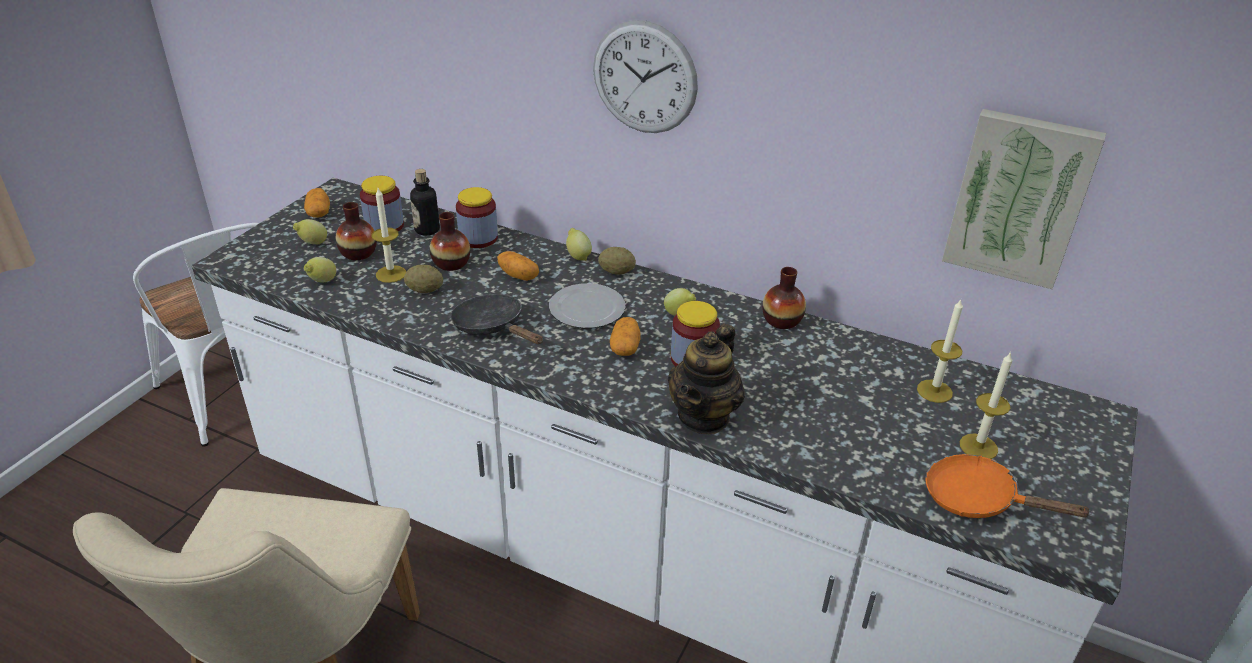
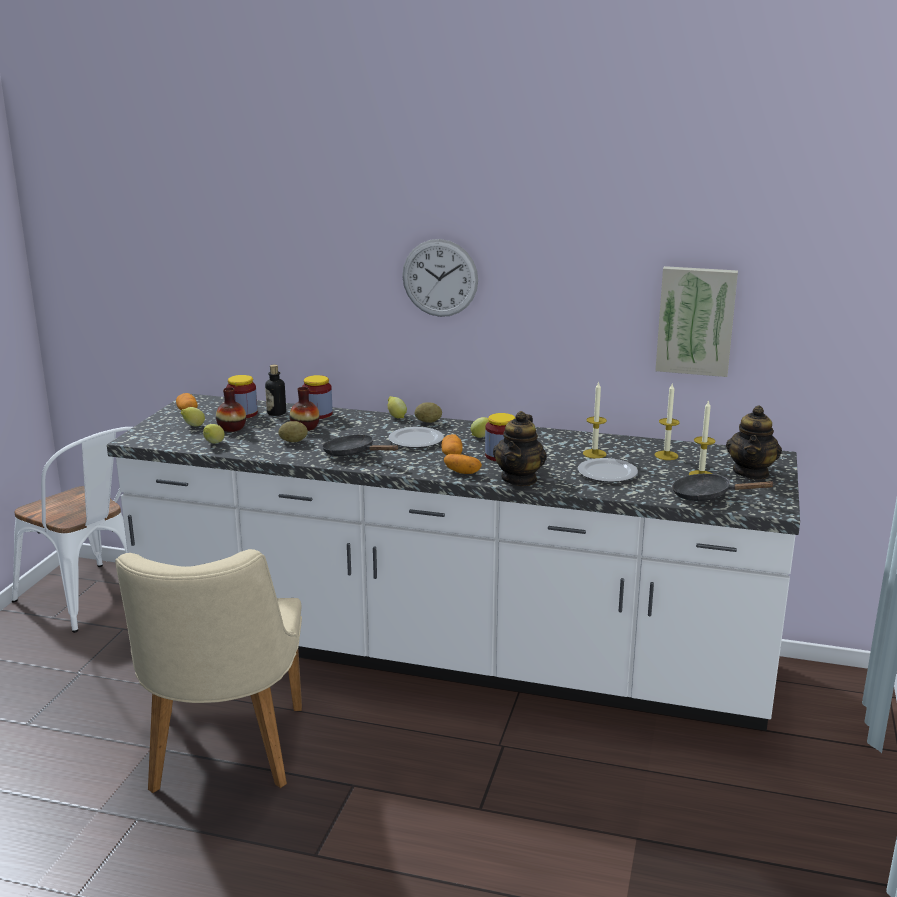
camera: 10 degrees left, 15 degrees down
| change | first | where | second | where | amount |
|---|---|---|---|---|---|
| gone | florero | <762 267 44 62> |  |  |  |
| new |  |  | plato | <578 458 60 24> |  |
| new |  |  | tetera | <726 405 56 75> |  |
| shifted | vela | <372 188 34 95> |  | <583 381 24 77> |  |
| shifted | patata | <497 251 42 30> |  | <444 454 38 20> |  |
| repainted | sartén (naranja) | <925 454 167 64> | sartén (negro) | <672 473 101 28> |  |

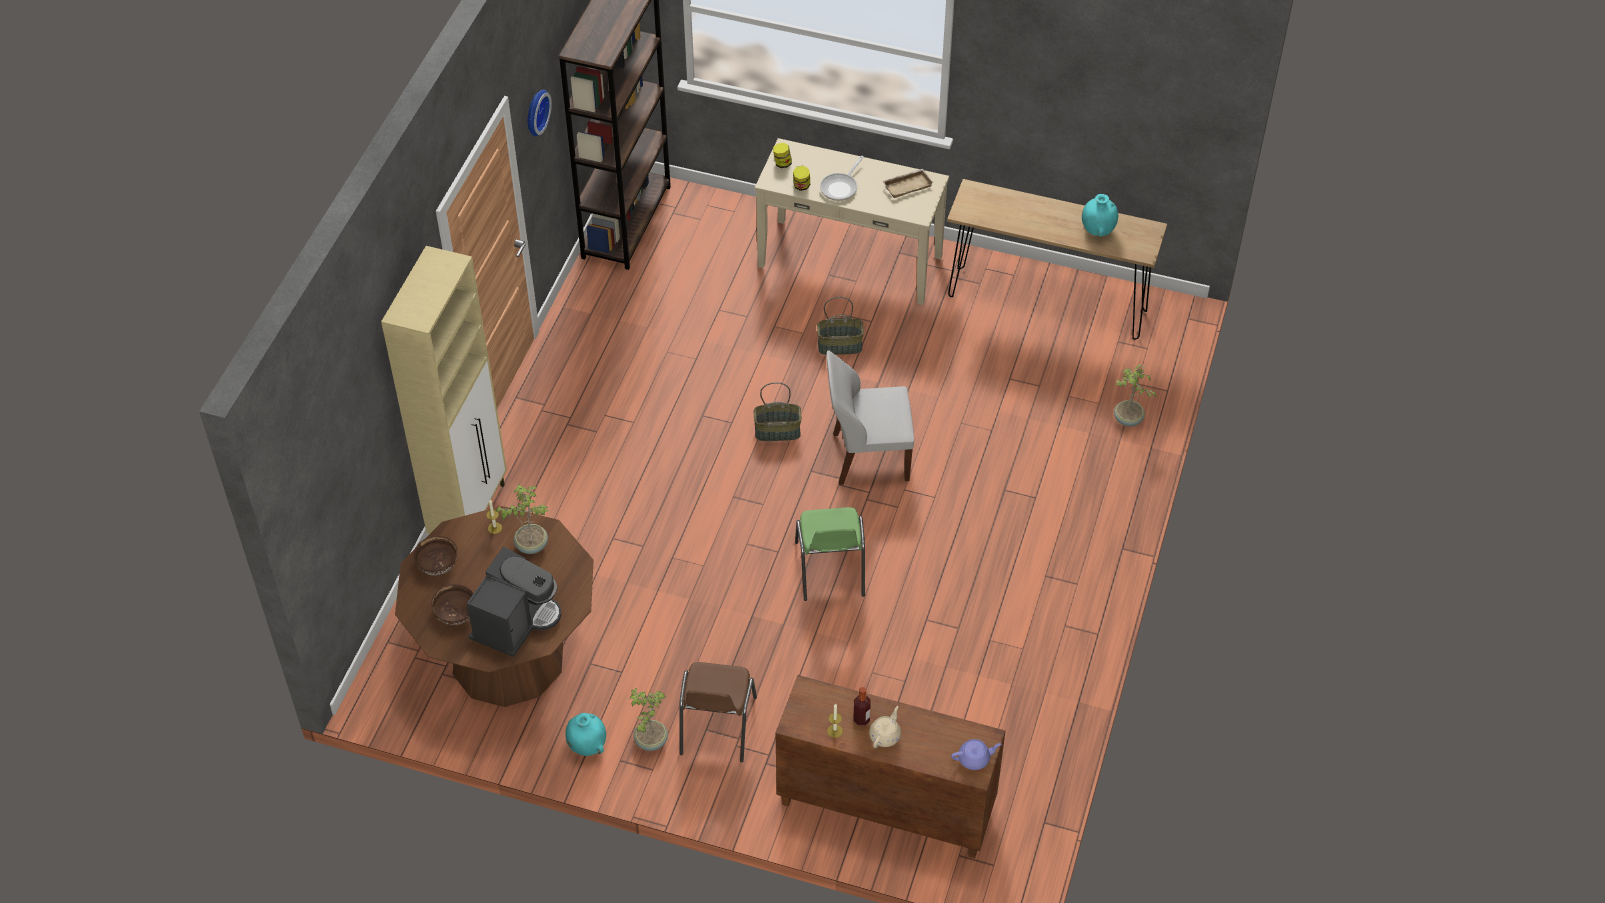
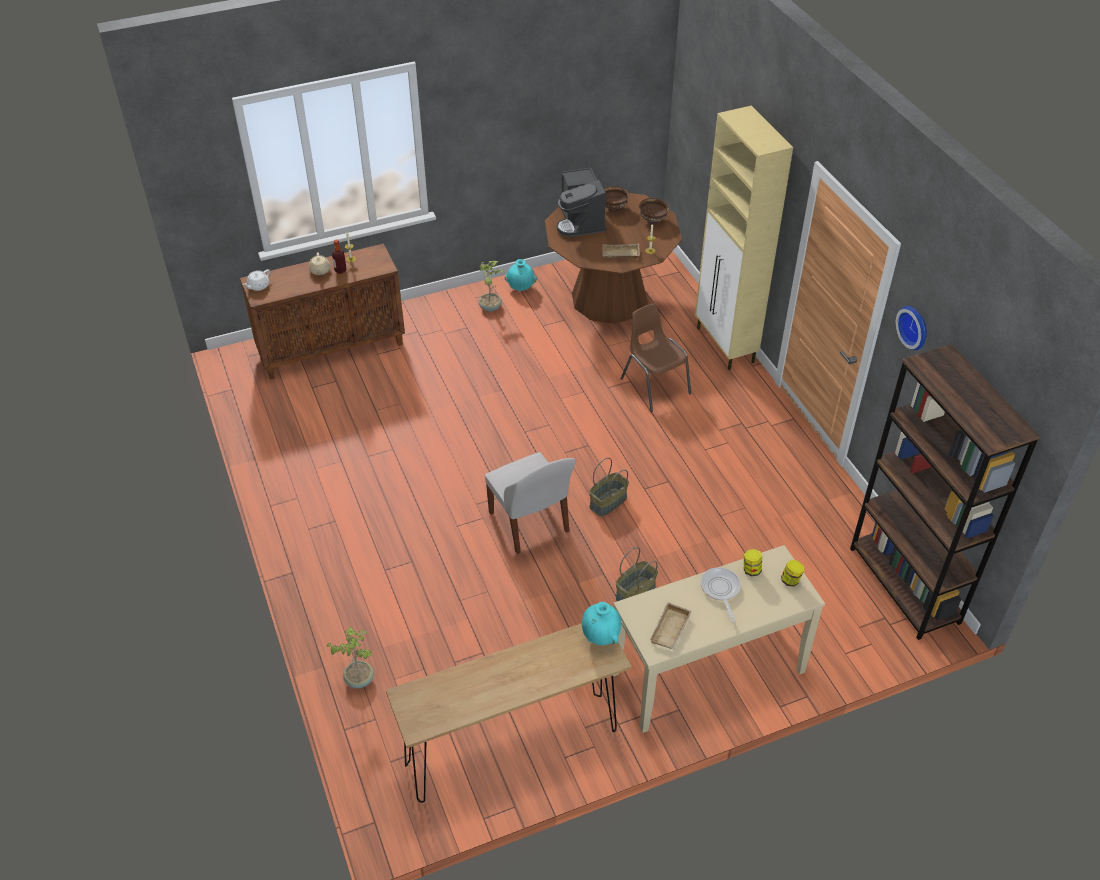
camera: 140 degrees right, 5 degrees down
| change | first | where | second | where | amount |
|---|---|---|---|---|---|
| gone | silla (verde) | <795 507 70 94> |  |  |  |
| shifted | silla (marrón) | <679 662 78 100> |  | <620 304 71 108> |  |
| shifted | florero (turquesa) | <1082 194 36 42> |  | <582 602 39 43> |  |
| swapped | planta en maceta | <496 484 52 70> | bandeja (beis) | <602 244 38 14> |  |
| repainted | tetera (morado) | <951 739 50 31> | tetera (blanco) | <242 269 28 22> |  |
| rotated | silla (blanco) | <826 351 88 134> |  | <485 452 91 102> | 105 degrees clockwise |

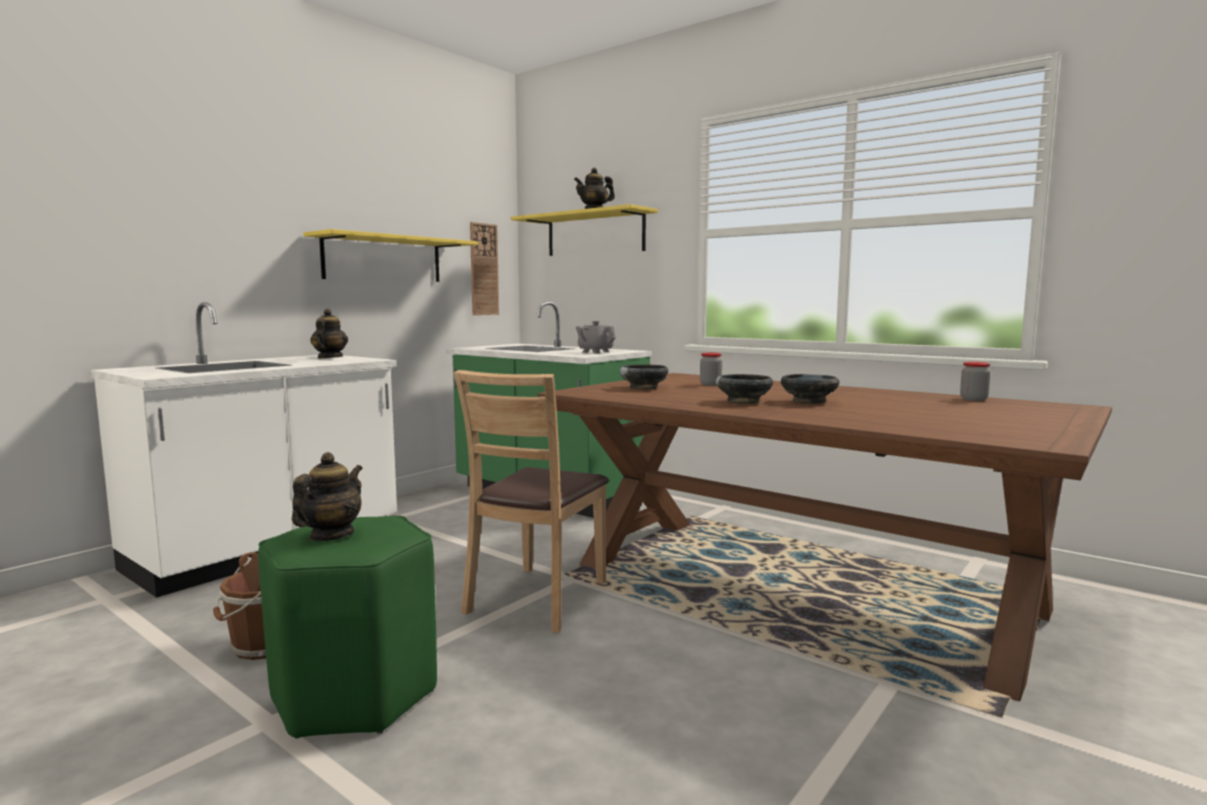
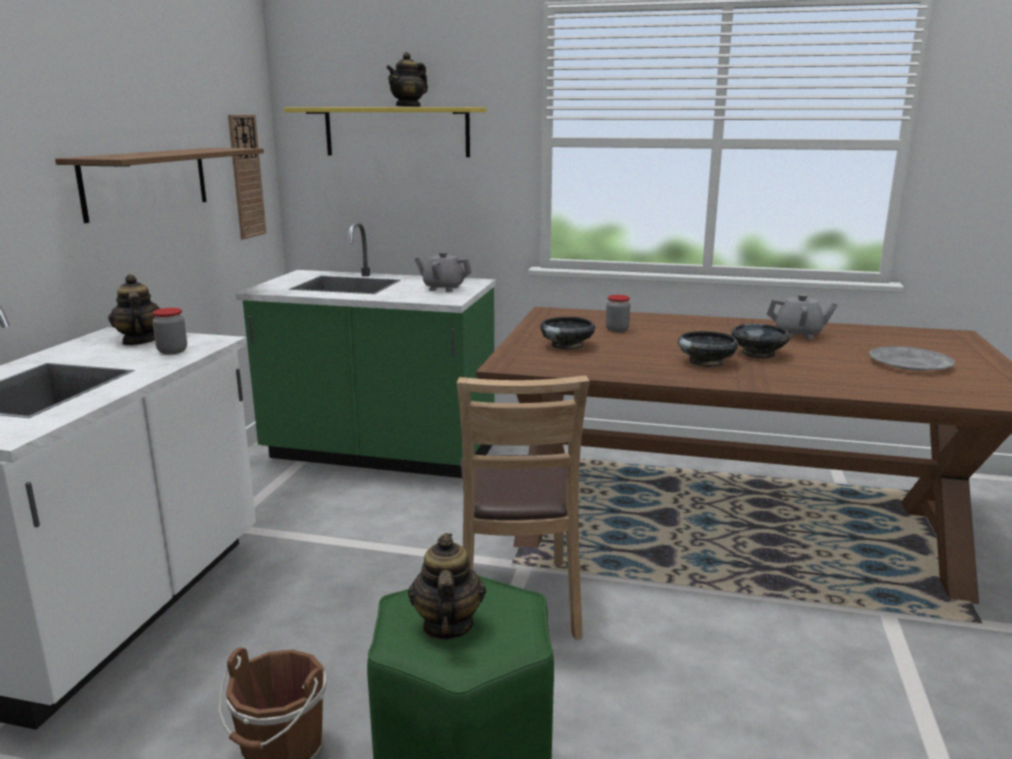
camera: 25 degrees left, 10 degrees up
| change | first | where | second | where | amount |
|---|---|---|---|---|---|
| new |  |  | tetera (gris) | <767 294 71 45> |  |
| new |  |  | plato (gris) | <870 346 85 25> |  |
| shifted | tarro | <960 362 31 39> |  | <152 308 35 46> |  |
| repainted | estante (amarillo) | <303 229 175 53> | estante (marrón) | <55 148 209 75> |  |

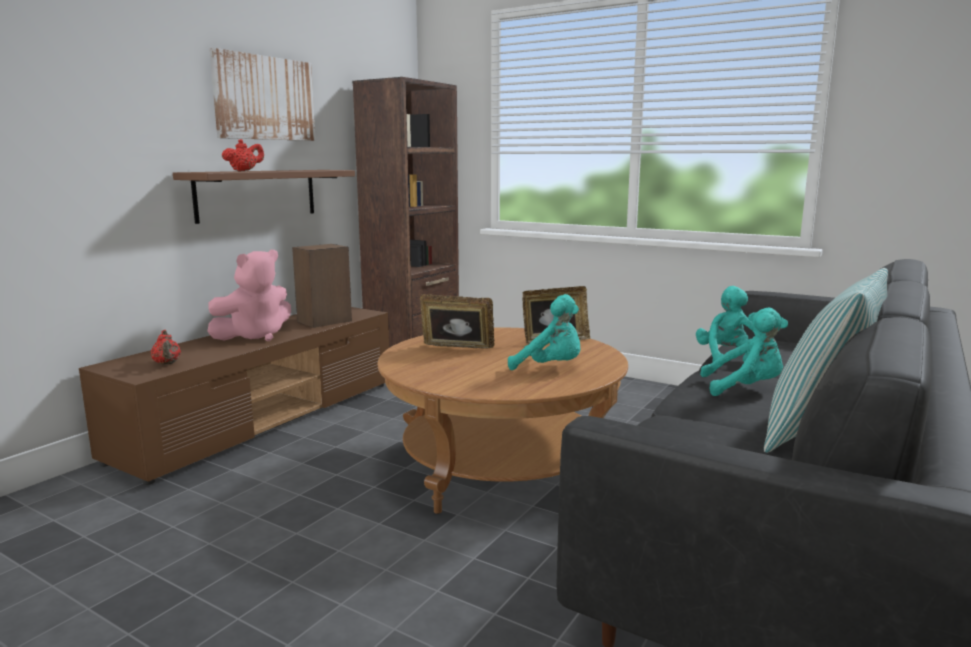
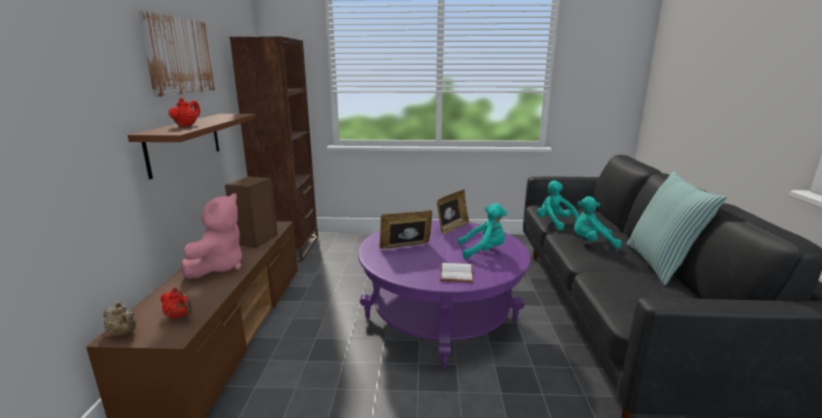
camera: 30 degrees left, 5 degrees up
| change | first | where | second | where | amount |
|---|---|---|---|---|---|
| new |  |  | tetera (beis) | <103 302 34 34> |  |
| new |  |  | libro (blanco) | <440 263 33 19> |  |
| repainted | mesa de centro (marrón) | <377 327 251 187> | mesa de centro (morado) | <358 220 173 149> |  |
| rotated | peluche (turquesa) | <700 308 88 88> |  | <574 196 48 52> | 150 degrees counterclockwise |

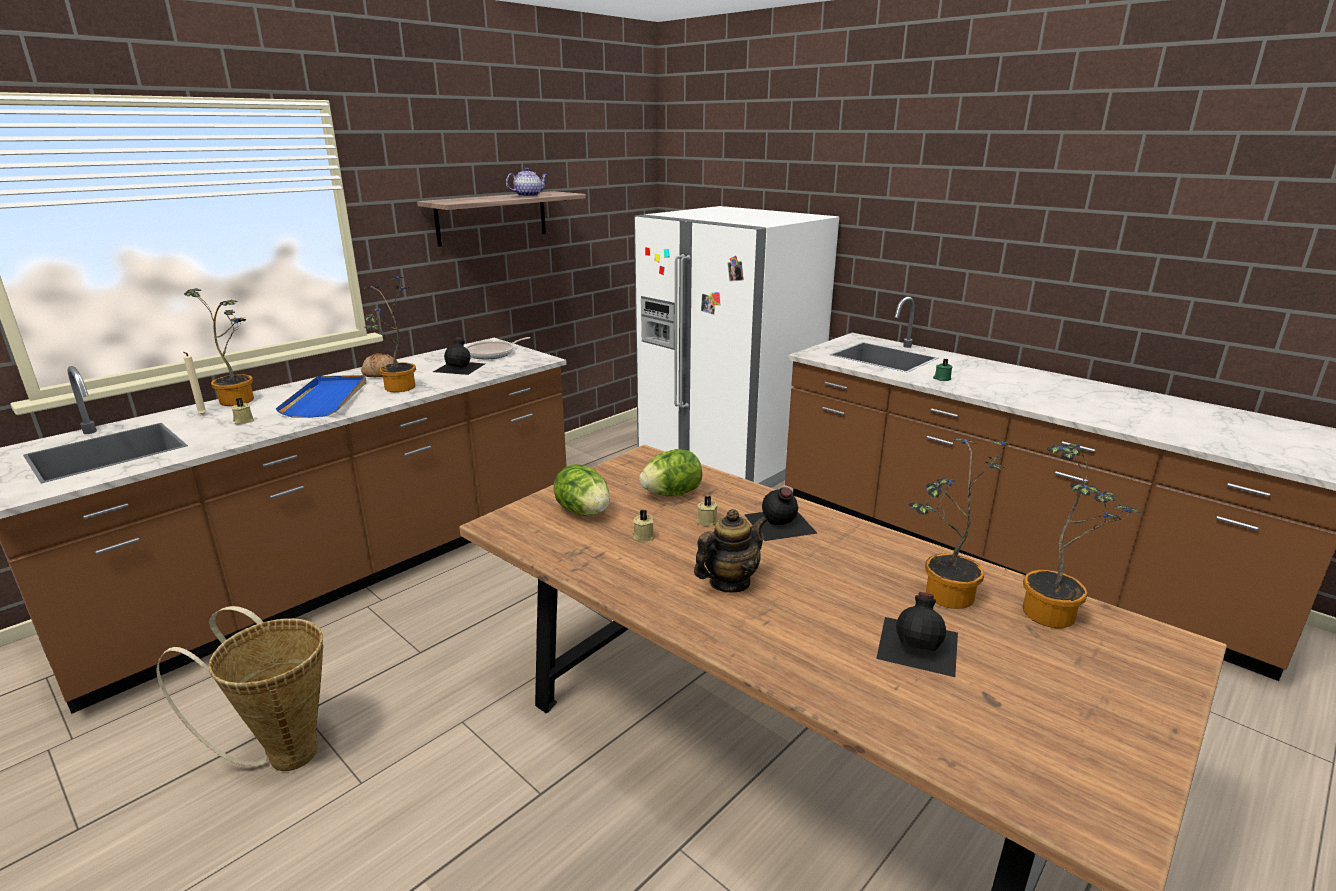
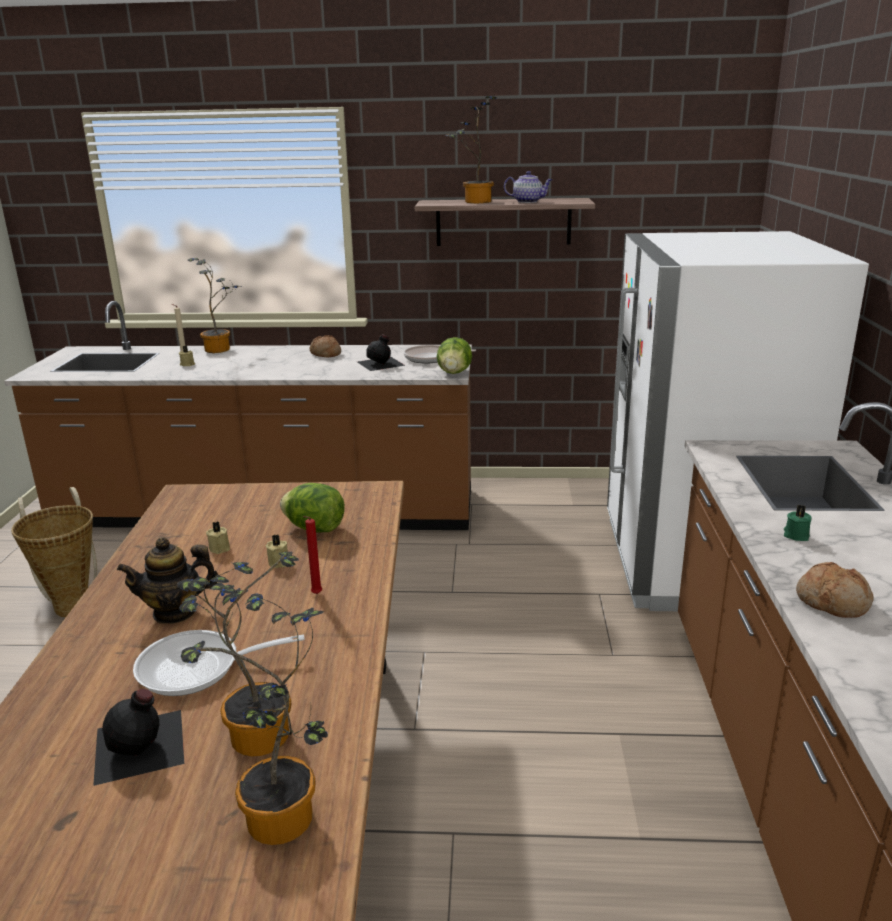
camera: 50 degrees right, 0 degrees up
| change | first | where | second | where | amount |
|---|---|---|---|---|---|
| gone | bandeja (azul) | <275 375 91 43> |  |  |  |
| new |  |  | sartén | <133 630 171 66> |  |
| new |  |  | pan | <796 562 78 56> |  |
| shifted | planta en maceta | <364 277 52 115> |  | <445 96 52 107> |  |
| shifted | lechuga | <553 464 57 52> |  | <437 337 35 37> |  |
| swapped | botella (negro) | <744 487 74 54> | vela (rojo) | <303 516 19 78> |  |
| rotated | tetera | <694 509 73 83> |  | <117 537 101 87> | 150 degrees clockwise |

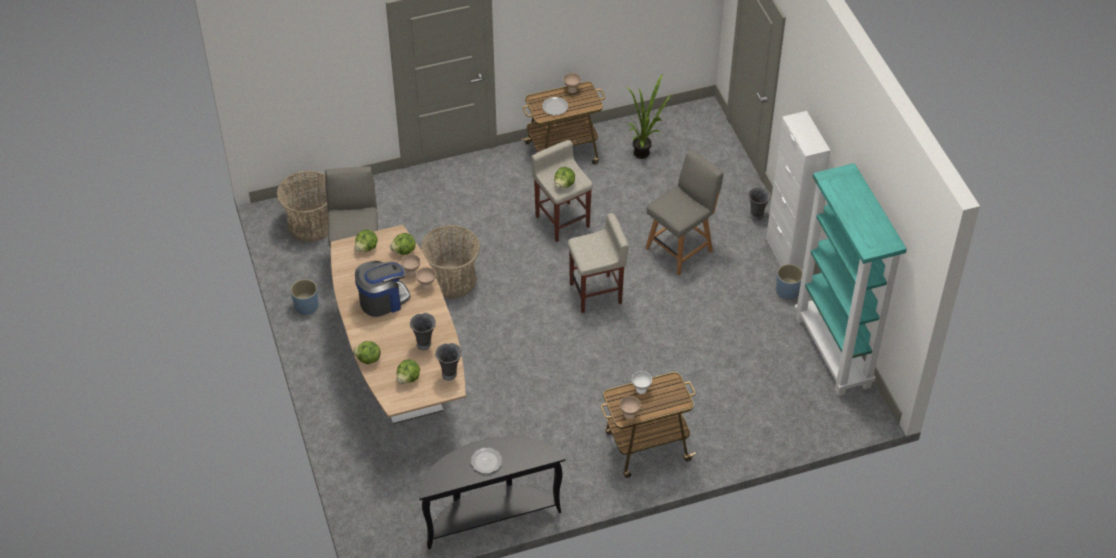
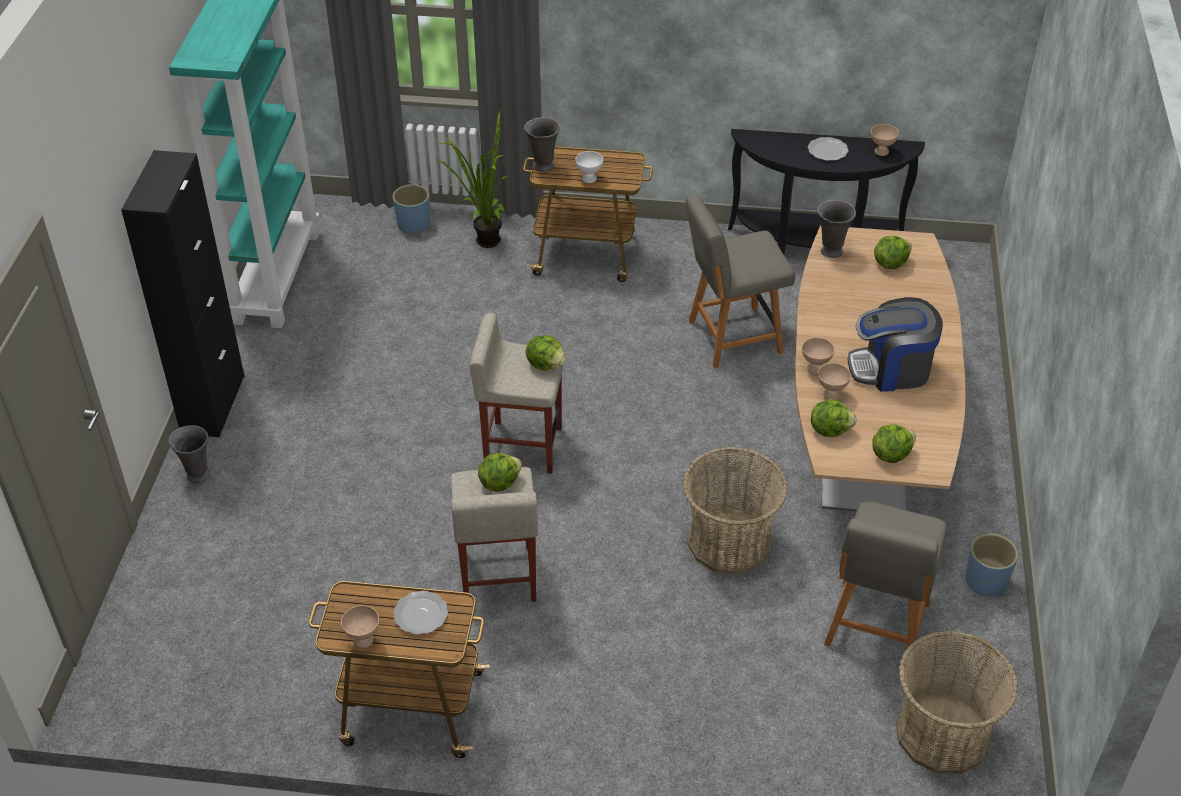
camera: 155 degrees left, 5 degrees down
| change | first | where | second | where | amount |
|---|---|---|---|---|---|
| shifted | lechuga | <353 341 28 23> |  | <525 335 41 36> |  |
| shifted | florero (gris) | <410 313 26 37> |  | <524 117 36 55> |  |
| shifted | cuenco (beis) | <620 396 21 24> |  | <871 124 28 32> |  |
| shifted | planta en maceta | <625 73 47 86> |  | <436 111 72 137> |  |
| shifted | silla (gris) | <645 149 79 126> |  | <686 194 109 174> |  |
| shifted | maceta (azul) | <776 264 27 36> |  | <393 184 37 51> |  |
| repainted | armario (blanco) | <766 111 64 160> | armario (negro) | <121 150 123 287> |  |

